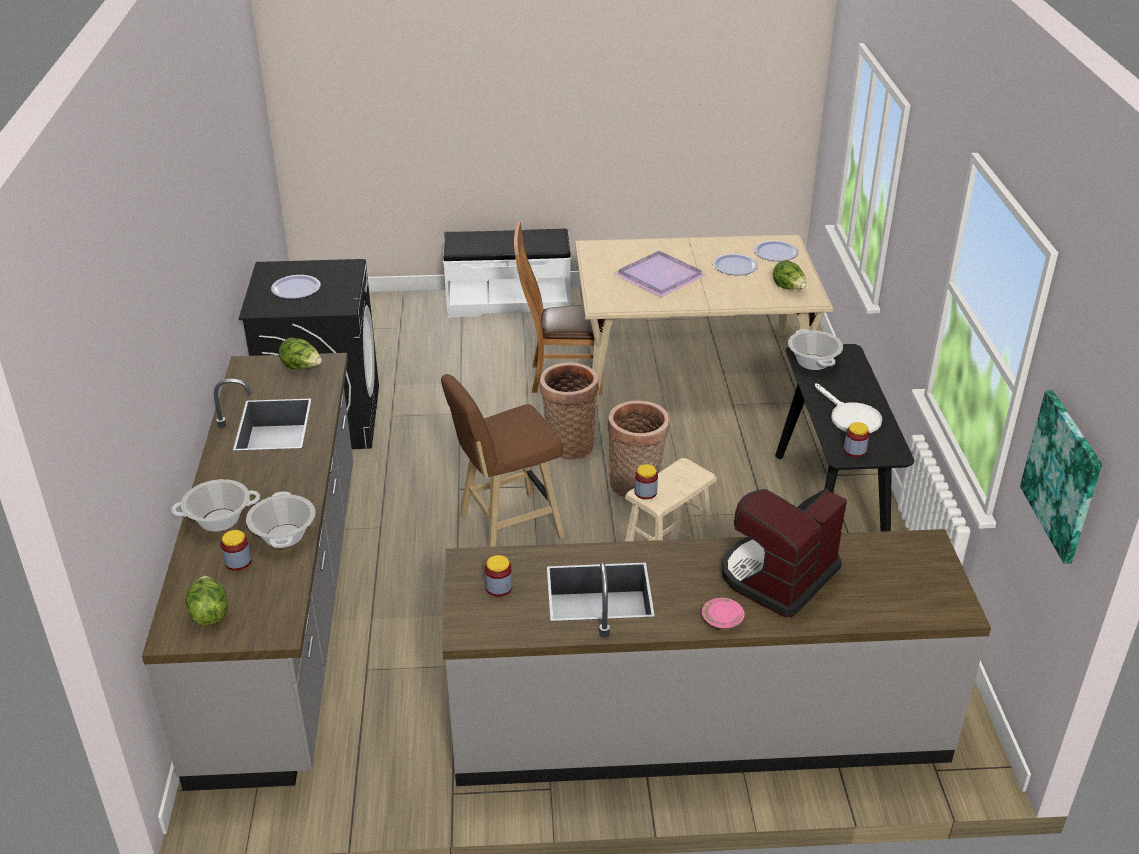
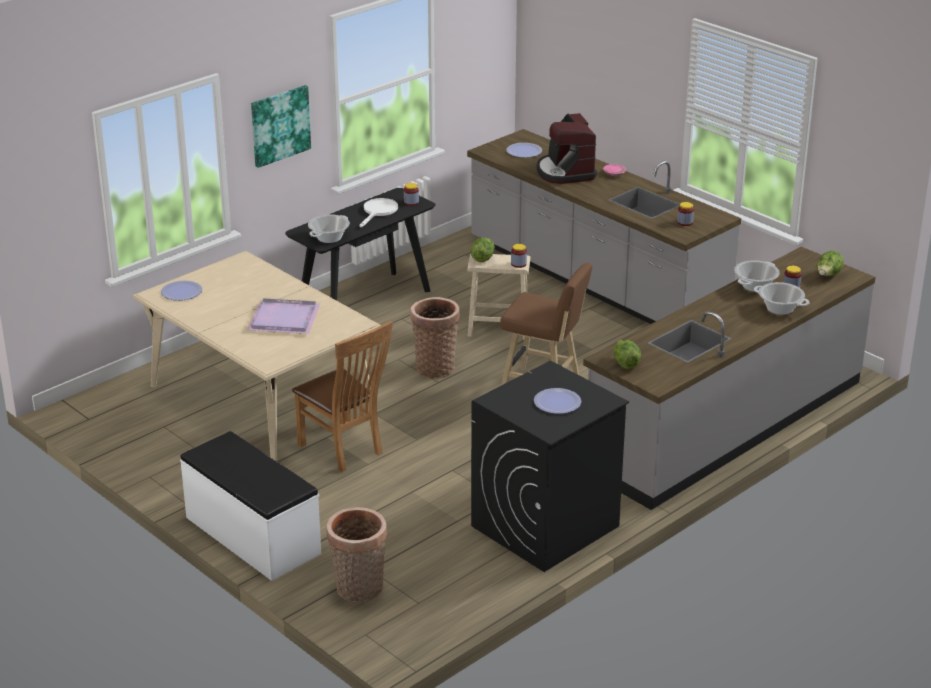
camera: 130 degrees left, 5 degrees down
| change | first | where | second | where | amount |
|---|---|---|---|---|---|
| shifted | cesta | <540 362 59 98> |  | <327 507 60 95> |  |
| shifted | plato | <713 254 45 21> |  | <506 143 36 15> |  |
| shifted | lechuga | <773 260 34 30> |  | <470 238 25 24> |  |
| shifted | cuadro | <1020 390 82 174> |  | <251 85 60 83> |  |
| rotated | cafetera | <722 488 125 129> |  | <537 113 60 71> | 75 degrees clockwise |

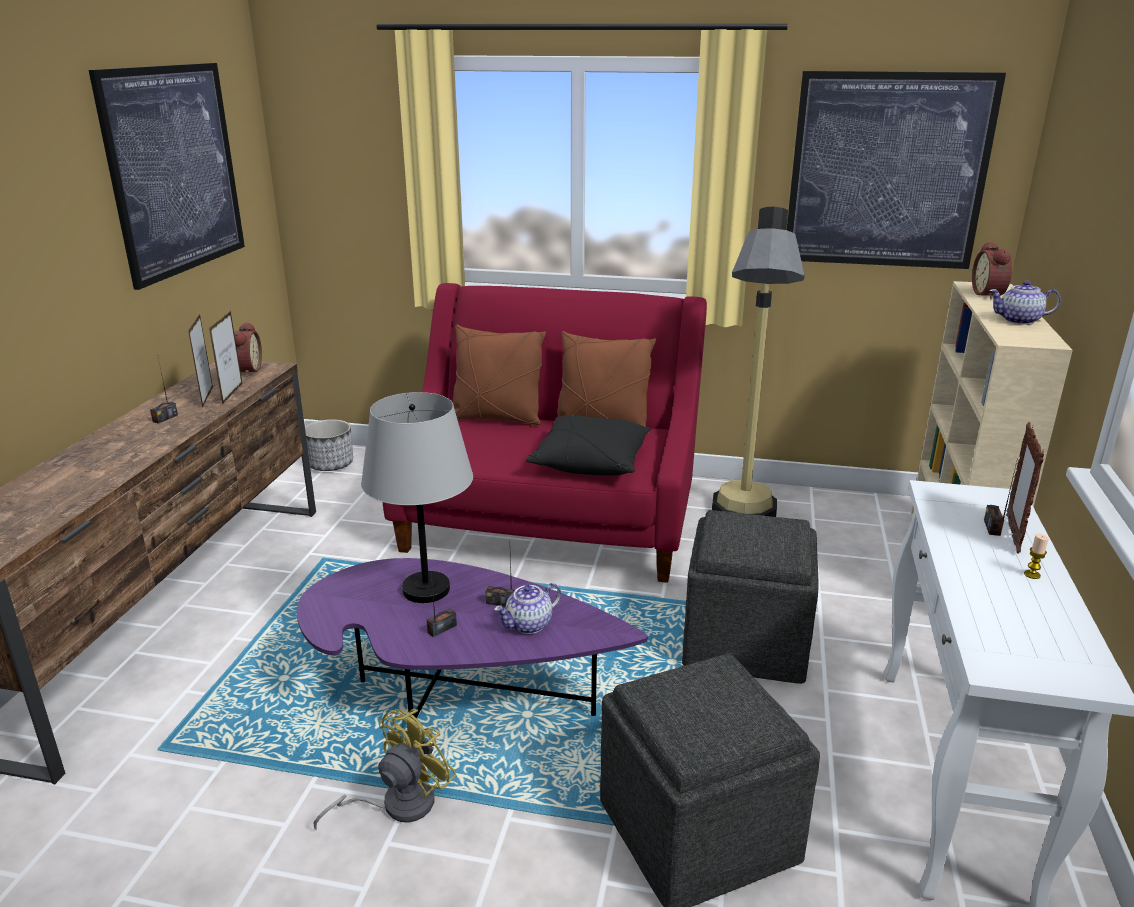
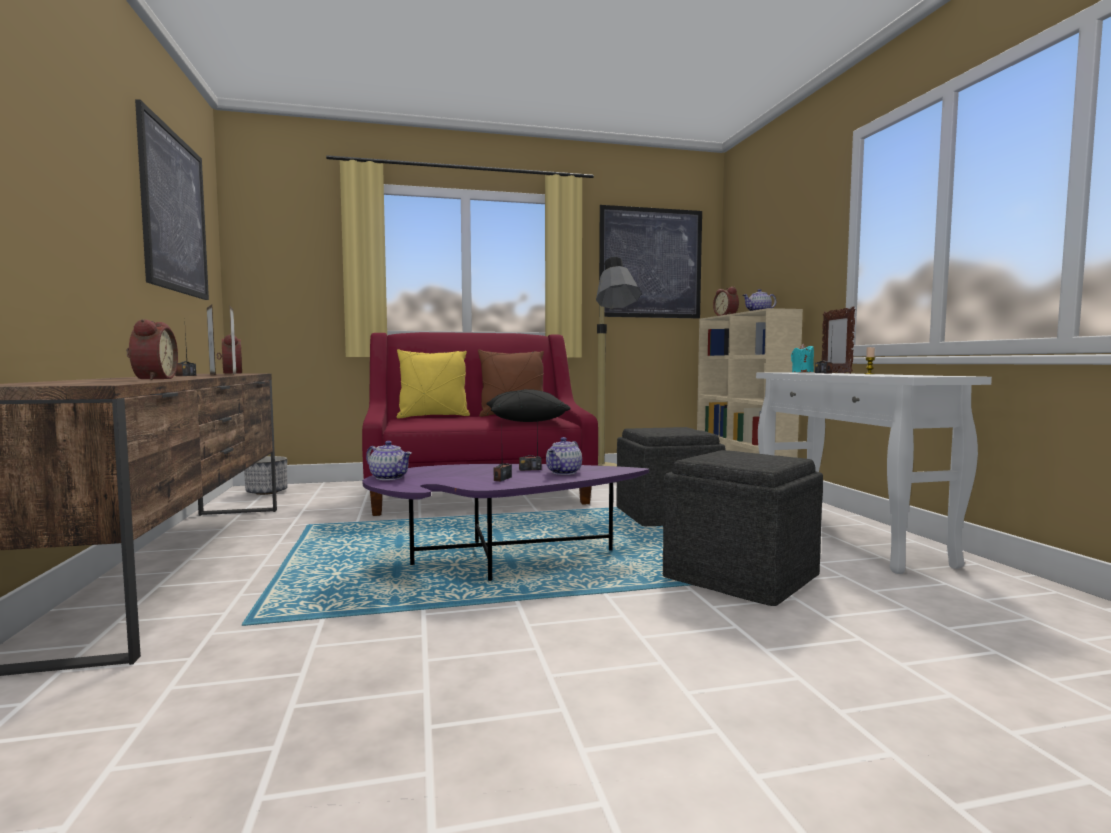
camera: 25 degrees left, 20 degrees down
| change | first | where | second | where | amount |
|---|---|---|---|---|---|
| gone | ventilador (amarillo) | <314 709 143 121> |  |  |  |
| gone | lámpara de mesa (gris) | <361 392 112 211> |  |  |  |
| new |  |  | despertador | <126 319 52 61> |  |
| new |  |  | tetera | <366 441 46 39> |  |
| new |  |  | vela (turquesa) | <791 344 23 28> |  |
| repainted | cojín (marrón) | <453 325 93 100> | cojín (amarillo) | <397 349 73 70> |  |

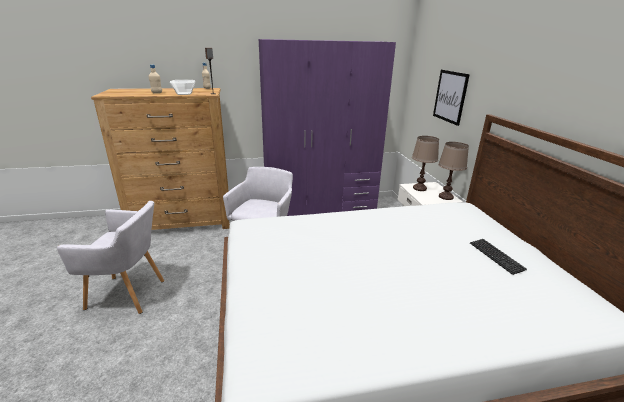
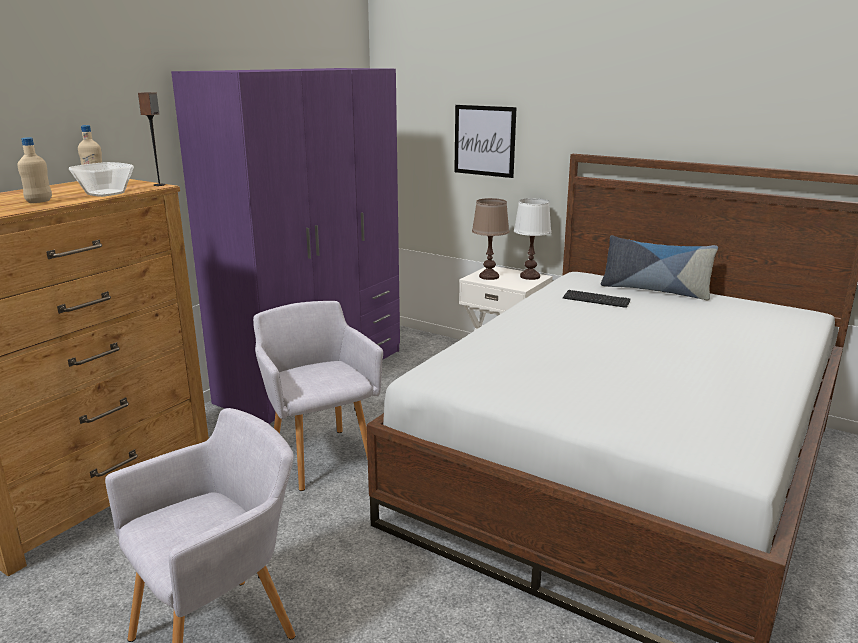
camera: 45 degrees left, 5 degrees down
| change | first | where | second | where | amount |
|---|---|---|---|---|---|
| new |  |  | cojín | <601 235 117 65> |  |
| shifted | teclado | <470 239 57 36> |  | <563 290 68 18> |  |
| repainted | lámpara de mesa (marrón) | <438 142 31 58> | lámpara de mesa (blanco) | <514 198 37 82> |  |

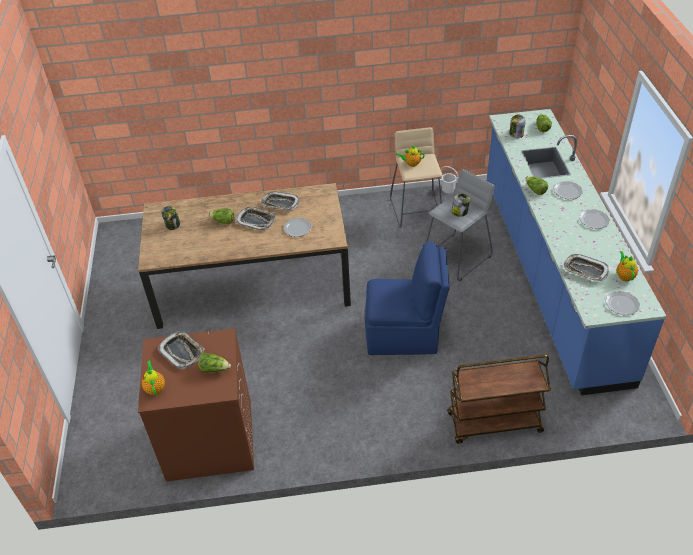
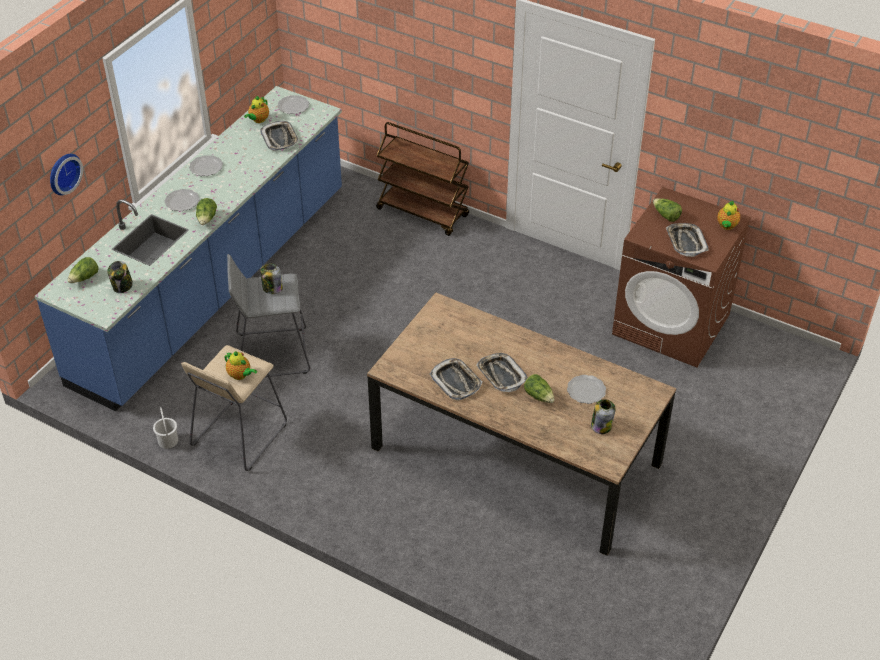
camera: 145 degrees left, 0 degrees up
| change | first | where | second | where | amount |
|---|---|---|---|---|---|
| gone | silla (azul) | <365 241 85 114> |  |  |  |
| new |  |  | reloj de pared | <50 154 33 41> |  |
| shifted | plato | <283 218 29 19> |  | <567 375 39 29> |  |

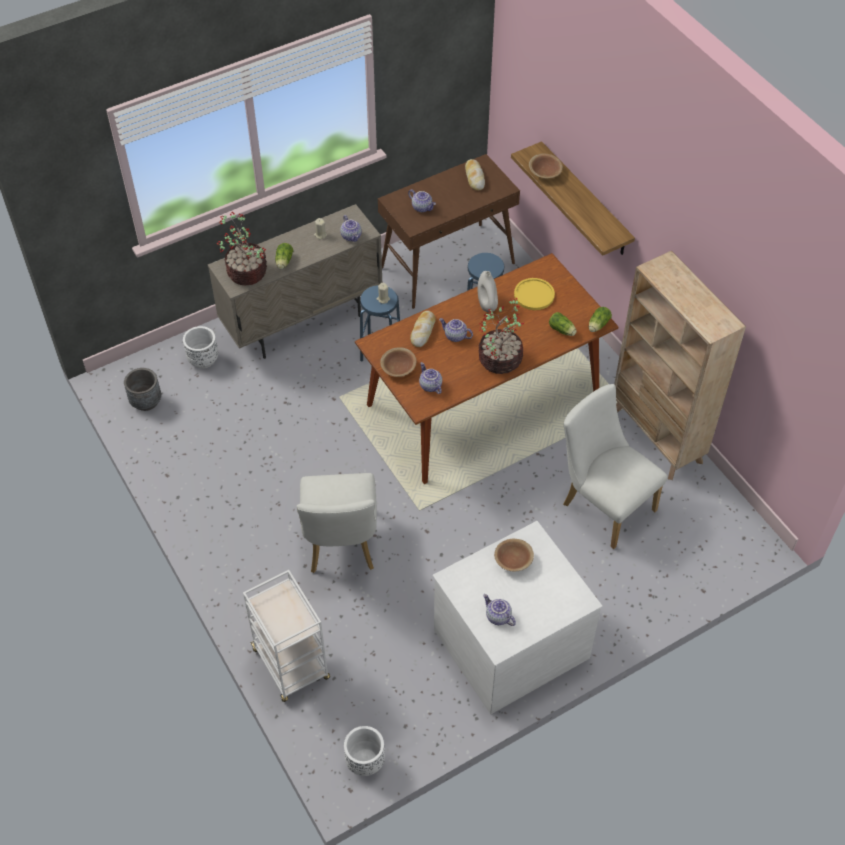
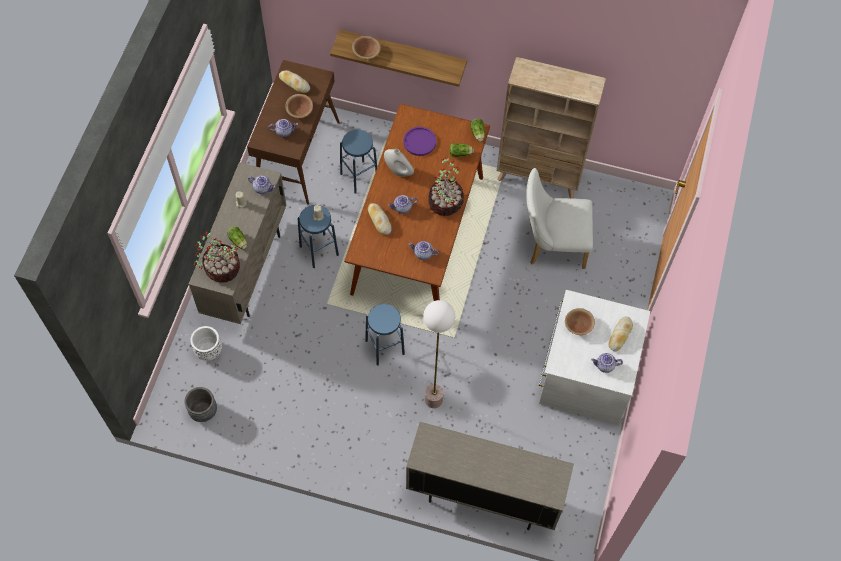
camera: 45 degrees left, 10 degrees up
| change | first | where | second | where | amount |
|---|---|---|---|---|---|
| gone | maceta (blanco) | <344 726 41 50> |  |  |  |
| new |  |  | taburete (azul) | <365 304 40 62> |  |
| new |  |  | pan | <608 317 25 35> |  |
| shifted | cuenco (marrón) | <380 347 36 30> |  | <285 94 28 24> |  |
| swapped | carrito (blanco) | <243 570 87 132> | armario (beis) | <406 422 168 108> |  |
| swapped | silla (blanco) | <296 473 81 100> | lámpara de pie | <423 300 32 108> |  |
| repainted | plato (amarillo) | <514 278 41 32> | plato (morado) | <403 127 33 29> |  |

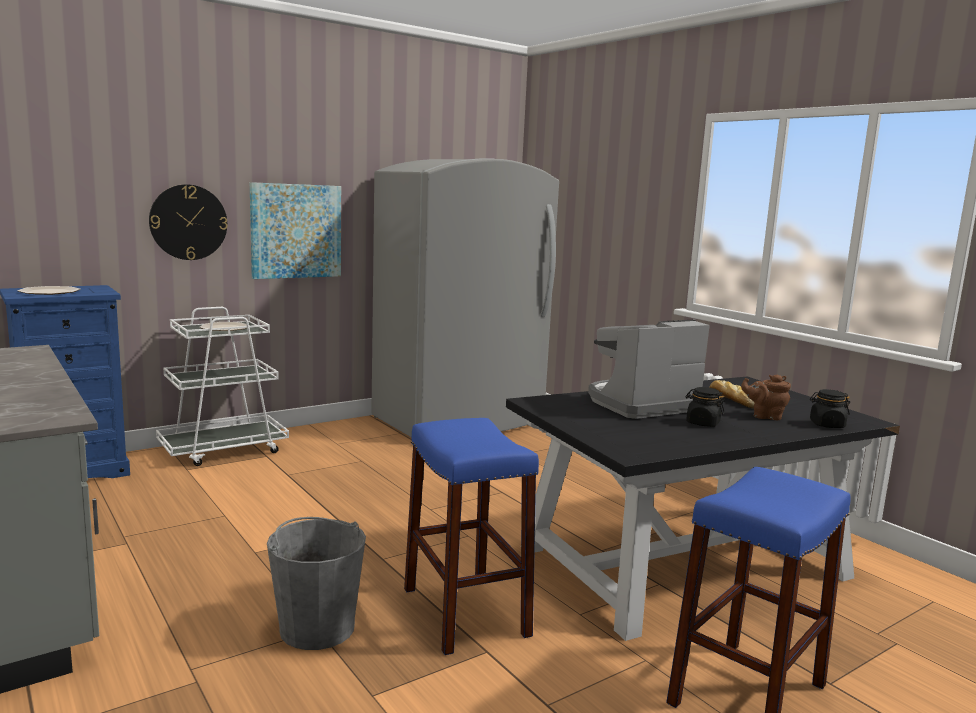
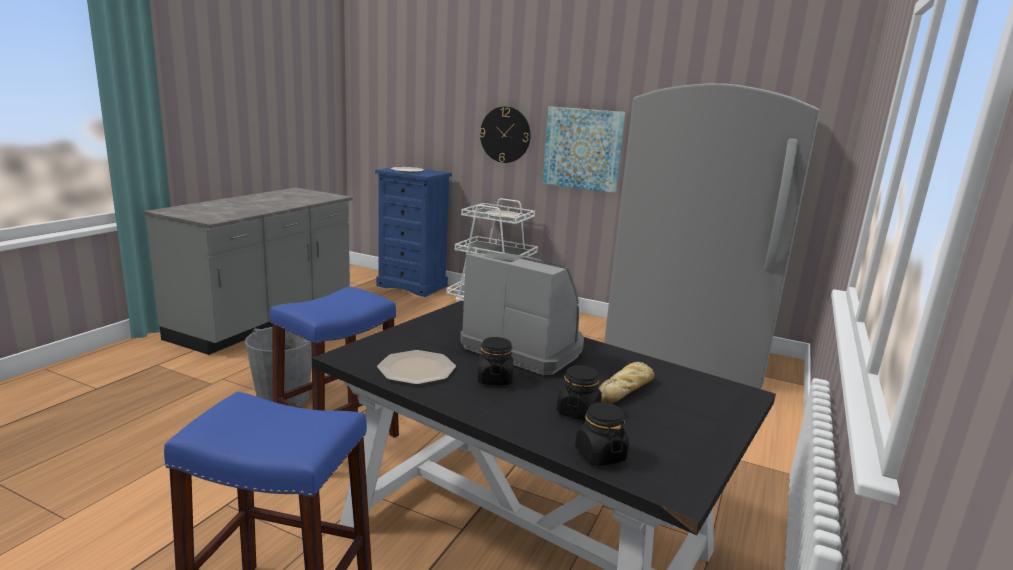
camera: 60 degrees right, 5 degrees up
| change | first | where | second | where | amount |
|---|---|---|---|---|---|
| new |  |  | plato | <377 350 79 35> |  |
| swapped | tetera (marrón) | <741 374 50 46> | tarro (negro) | <557 365 45 56> |  |

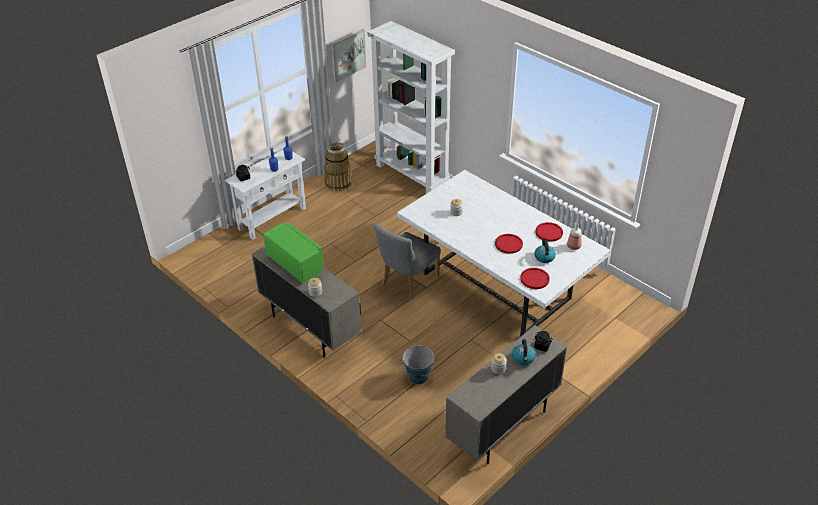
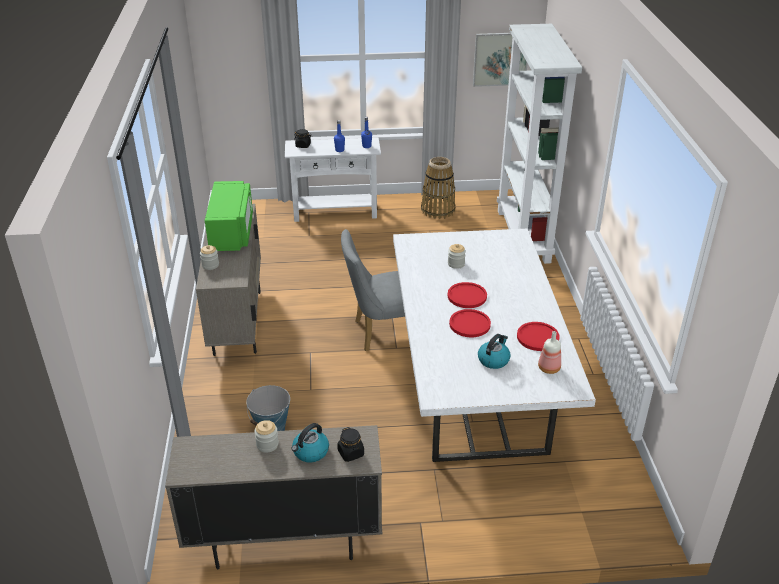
camera: 40 degrees right, 5 degrees down
| change | first | where | second | where | amount |
|---|---|---|---|---|---|
| shifted | plato (rojo) | <520 268 30 21> |  | <448 282 39 26> |  |

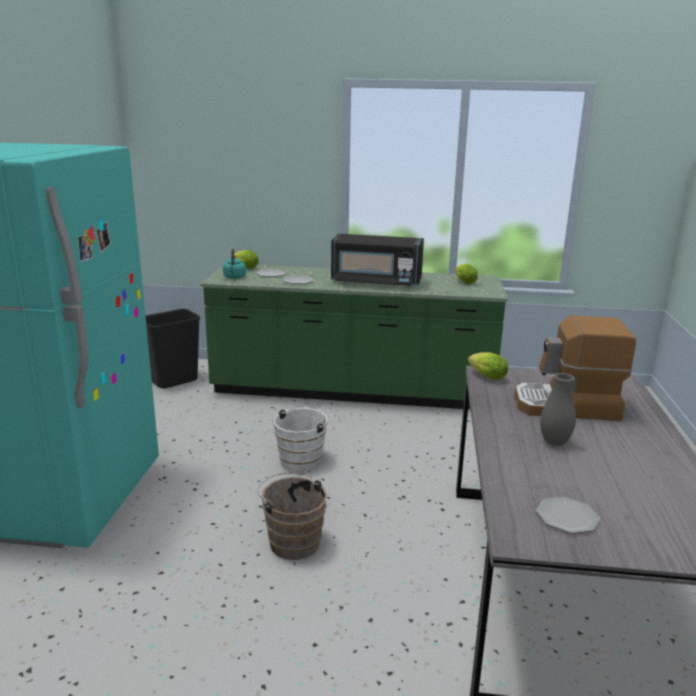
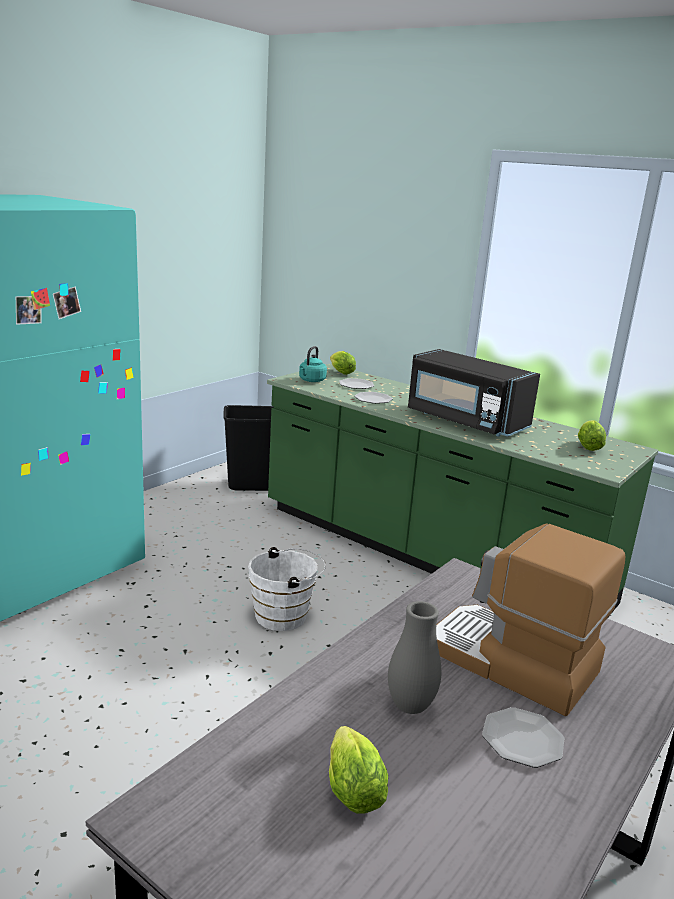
camera: 30 degrees right, 0 degrees up
| change | first | where | second | where | amount |
|---|---|---|---|---|---|
| gone | cubo (marrón) | <257 473 70 87> |  |  |  |
| shifted | lechuga | <468 352 40 28> |  | <329 726 59 88> |  |
| shifted | plato | <536 497 64 37> |  | <482 707 82 61> |  |

